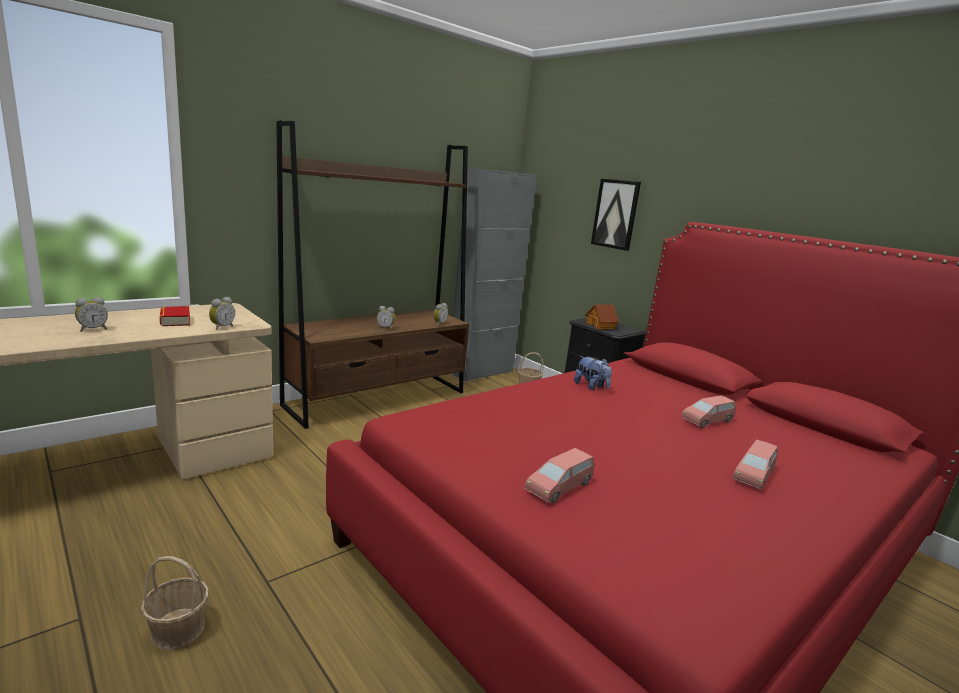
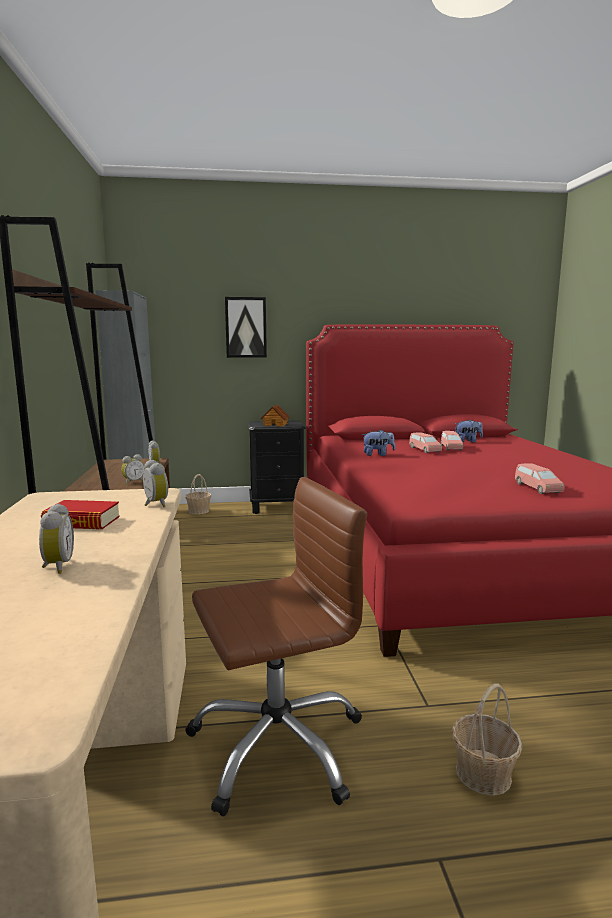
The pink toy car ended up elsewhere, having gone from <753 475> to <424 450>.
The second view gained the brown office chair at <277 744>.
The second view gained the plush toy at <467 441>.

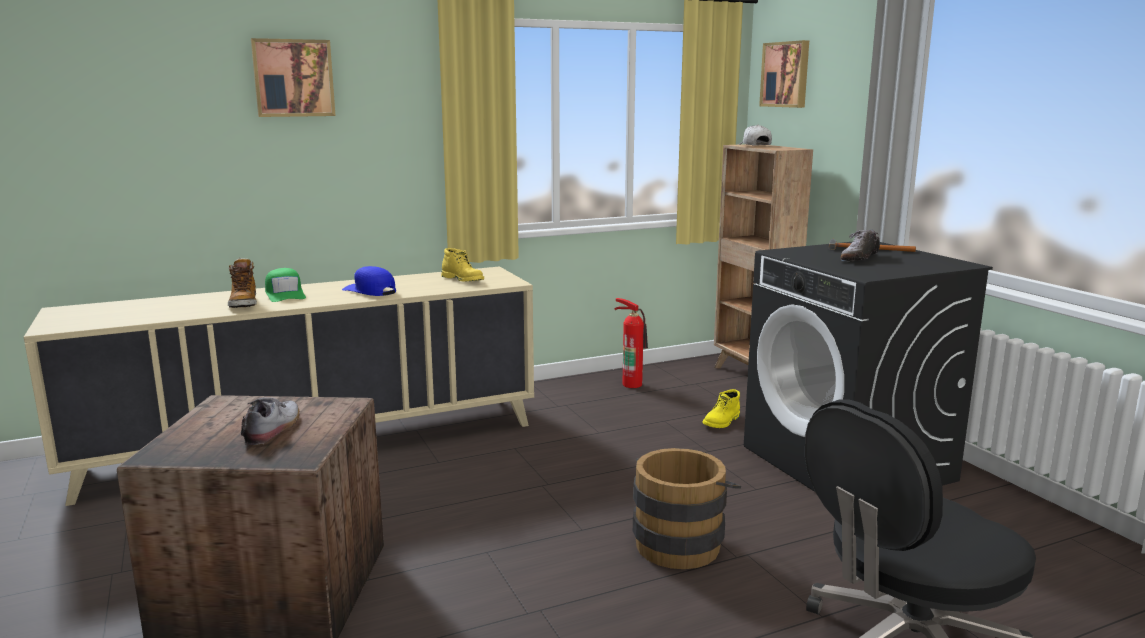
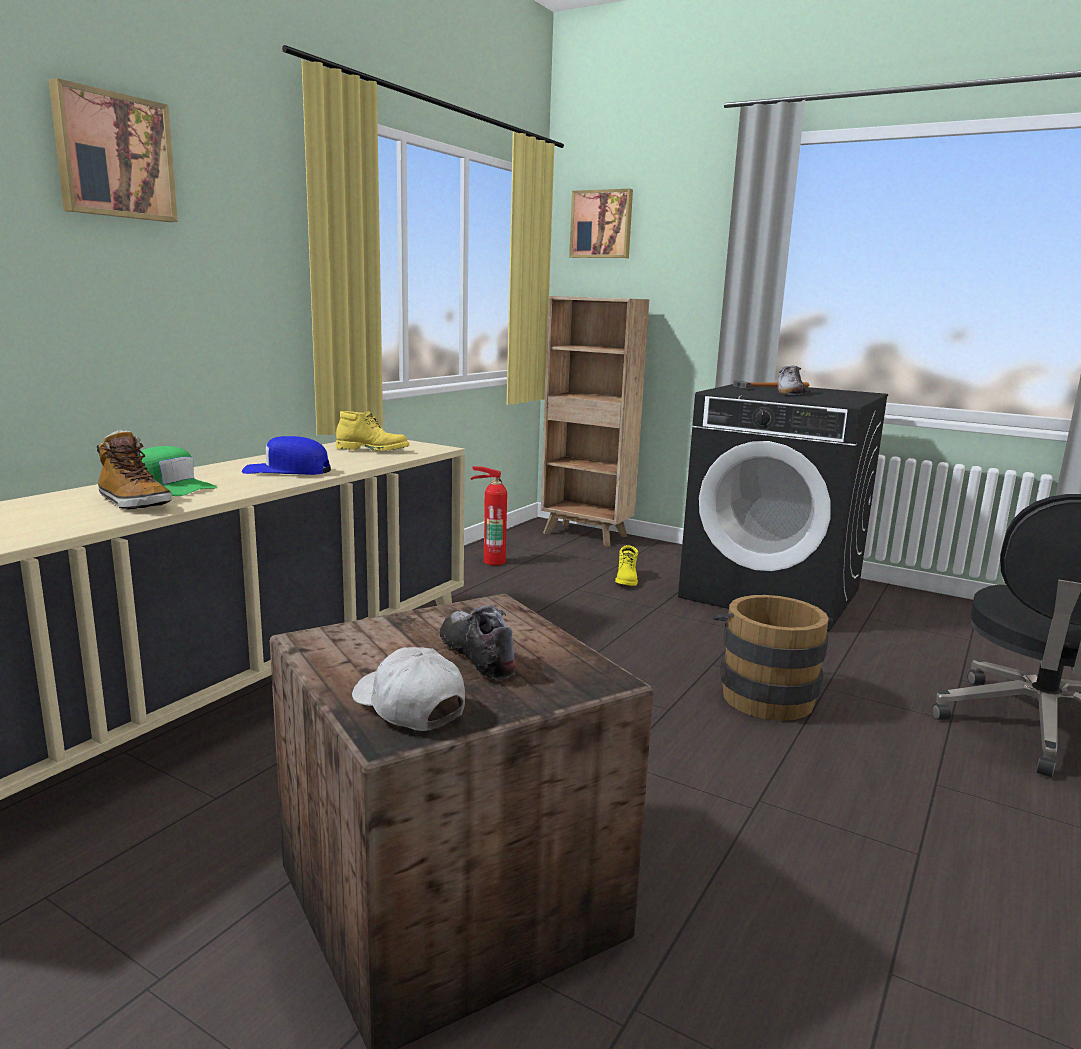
The white cap ended up elsewhere, having gone from <754 146> to <409 706>.

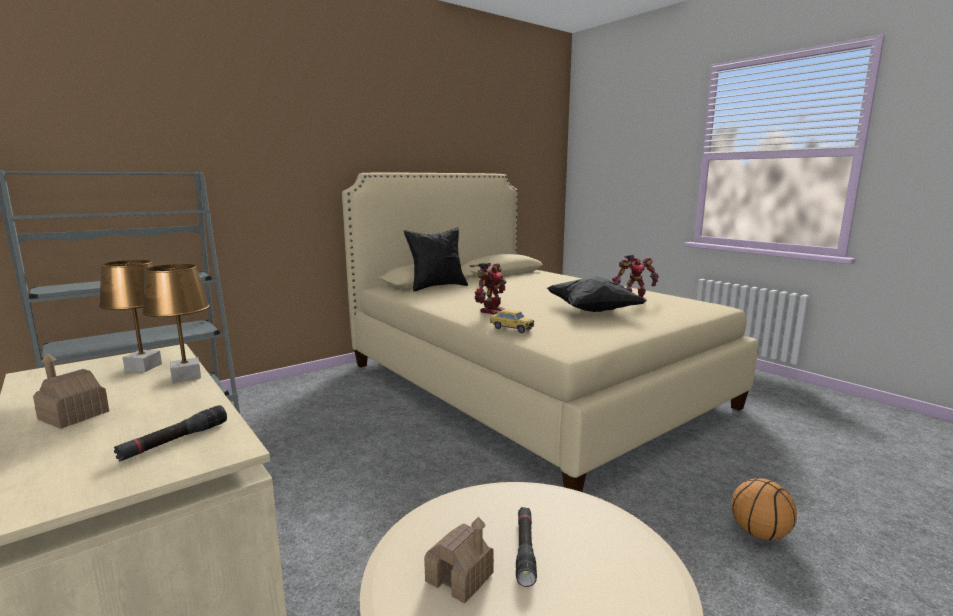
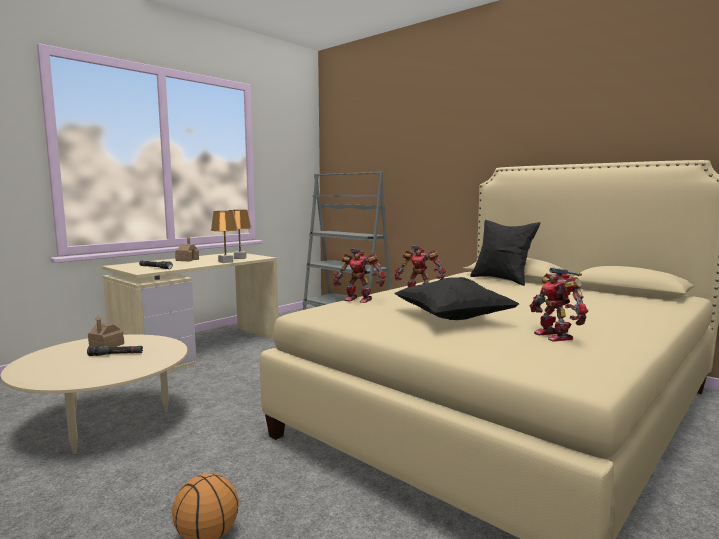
Where the toy car stood at <511 329>, the toy robot came to stand at <359 299>.

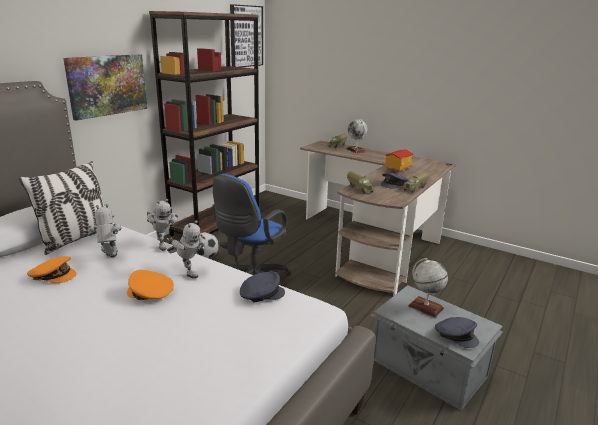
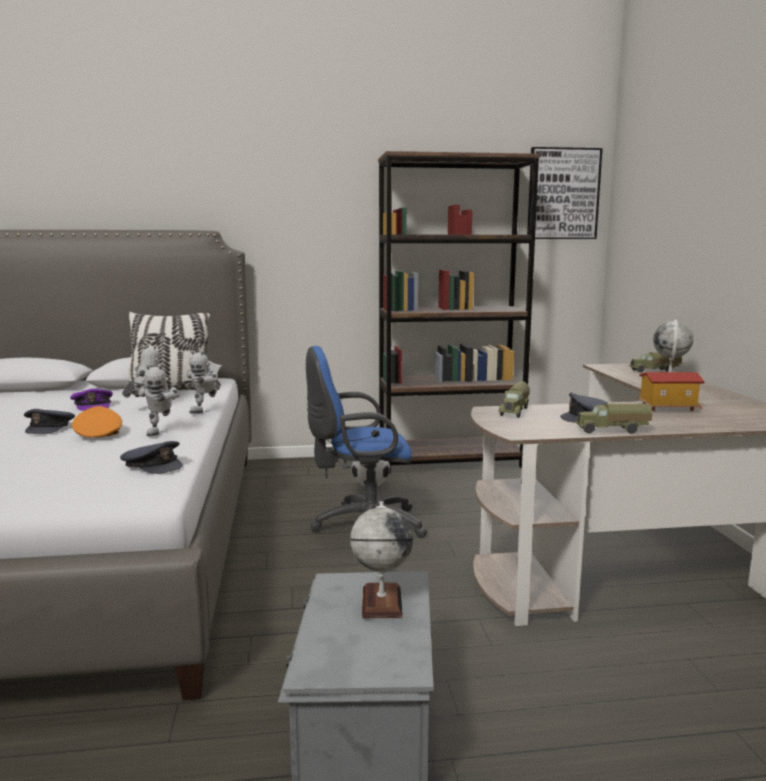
What was the orange cap at <53 275> turned into the purple cap at <93 406>.
The second view lost the picture at <107 85>.
The grey cap ended up elsewhere, having gone from <456 335> to <50 427>.

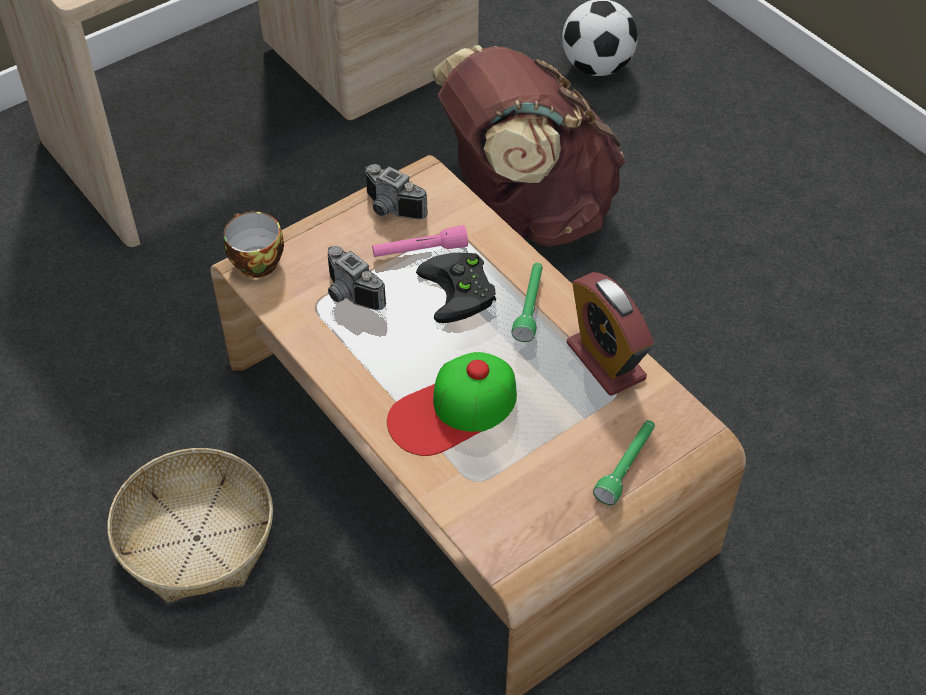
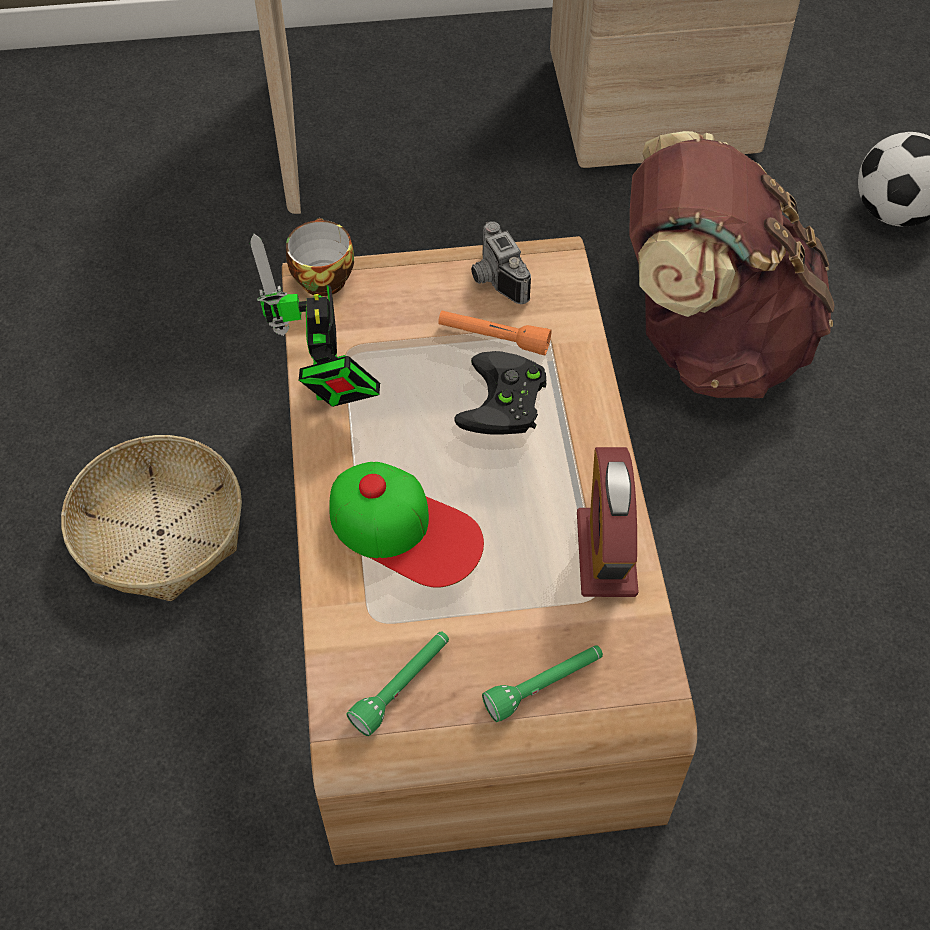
The second view lost the photo camera at <348 295>.
What was the pink flashlight at <420 251> turned into the orange flashlight at <493 338>.
The cap at <453 410> ended up facing another way, 150 degrees counterclockwise from before.
The green flashlight ended up elsewhere, having gone from <530 307> to <402 686>.
The second view gained the toy robot at <327 388>.

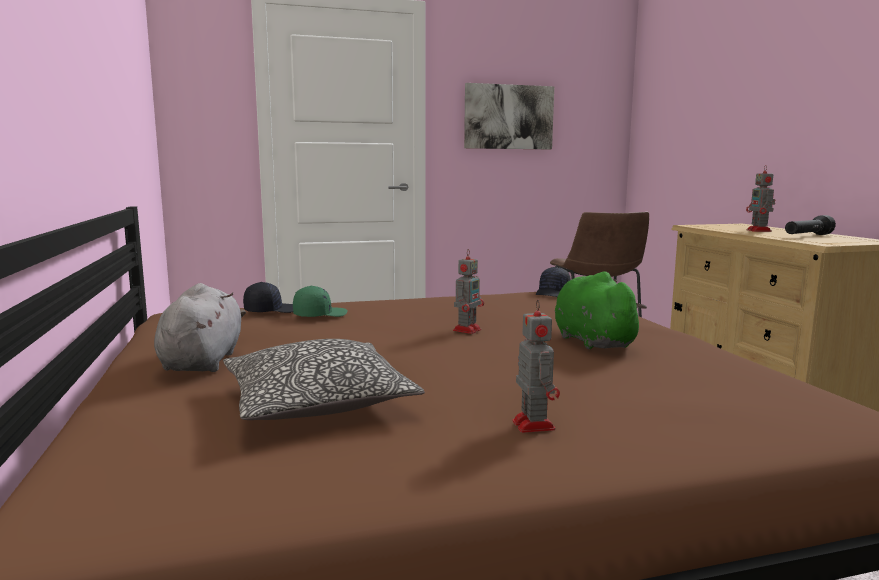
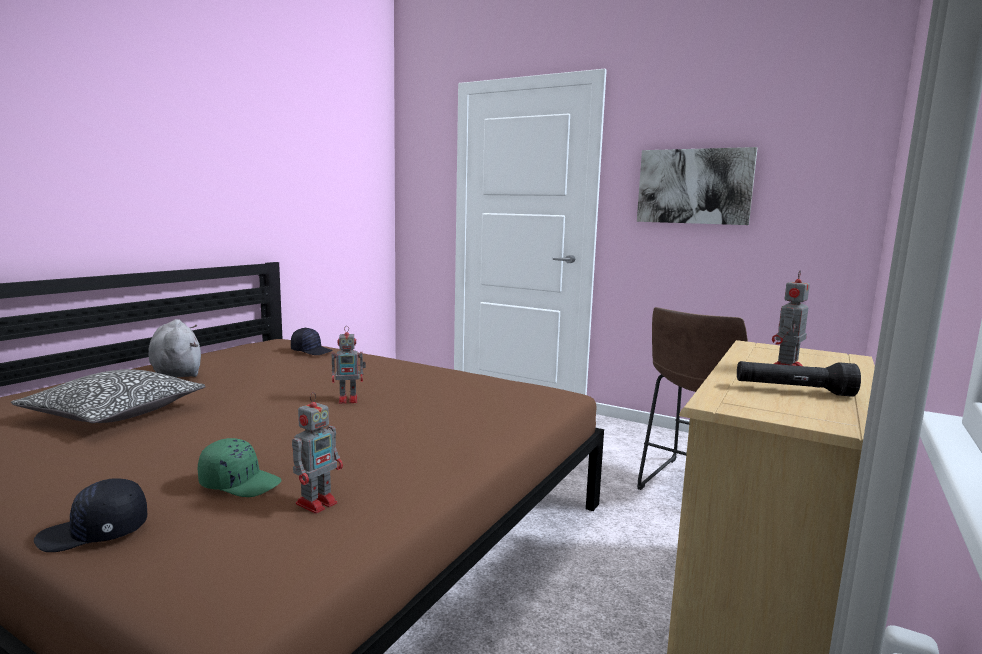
The grey plush toy at <203 361> ended up facing another way, 75 degrees counterclockwise from before.
The green cap ended up elsewhere, having gone from <319 315> to <240 483>.
The toy robot ended up elsewhere, having gone from <532 424> to <318 502>.
The black cap ended up elsewhere, having gone from <553 293> to <94 533>.
The second view lost the green plush toy at <591 341>.

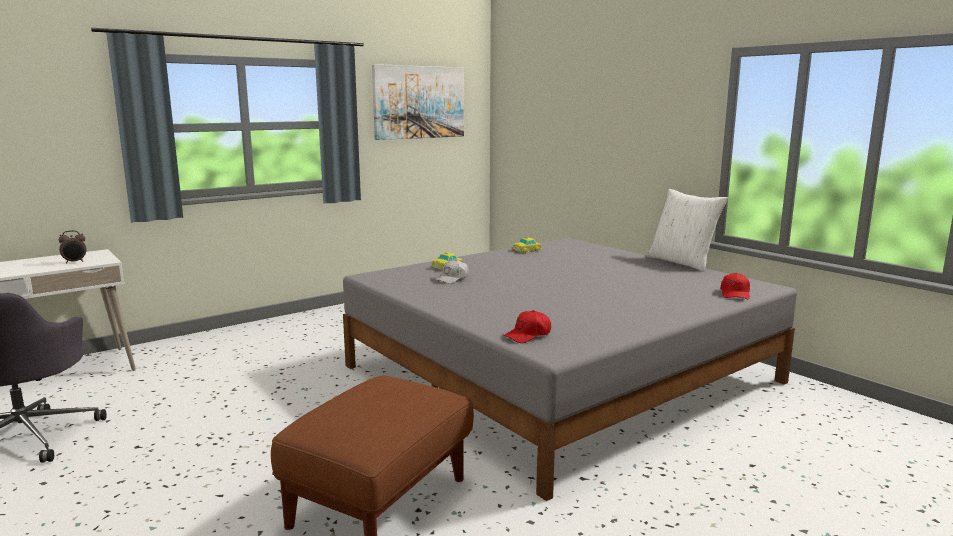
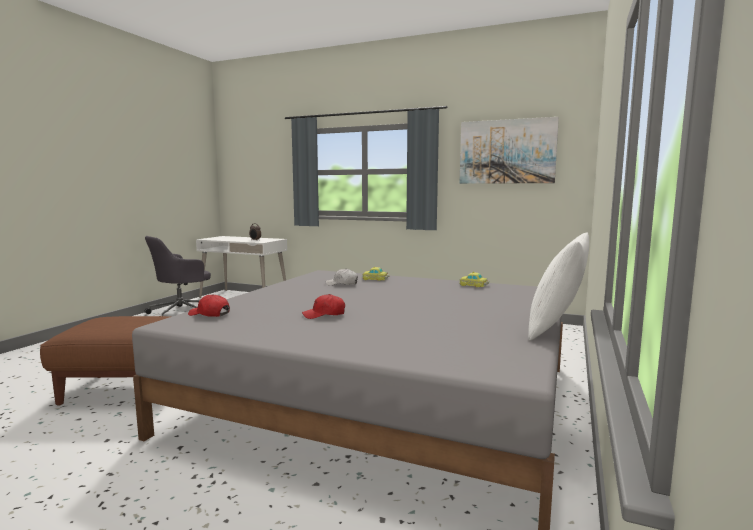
The red cap ended up elsewhere, having gone from <735 294> to <324 315>.

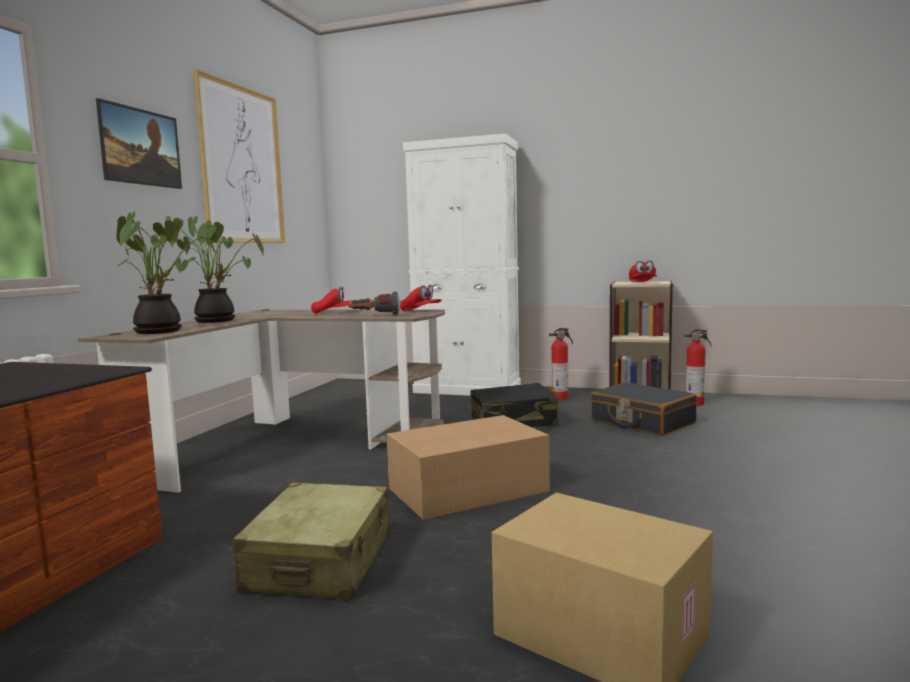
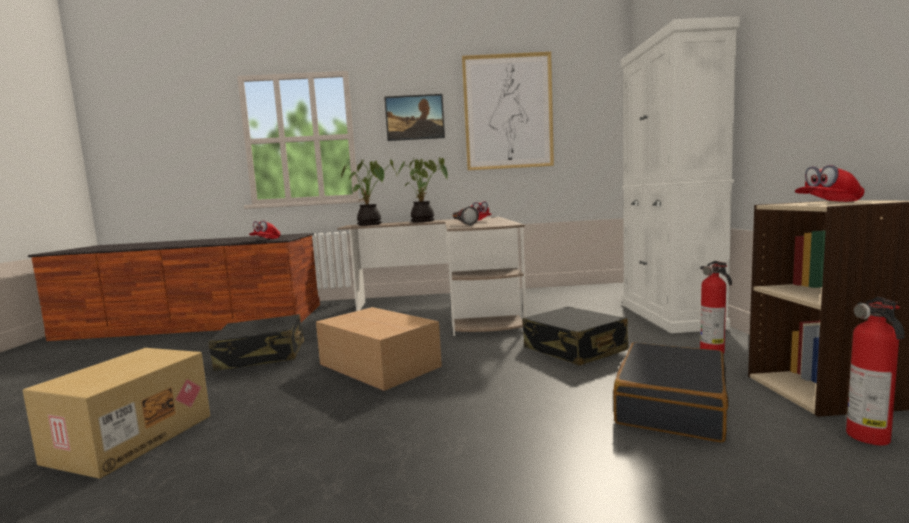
What was the beige suitcase at <320 562> turned into the black suitcase at <262 356>.
The red cap ended up elsewhere, having gone from <420 311> to <265 240>.

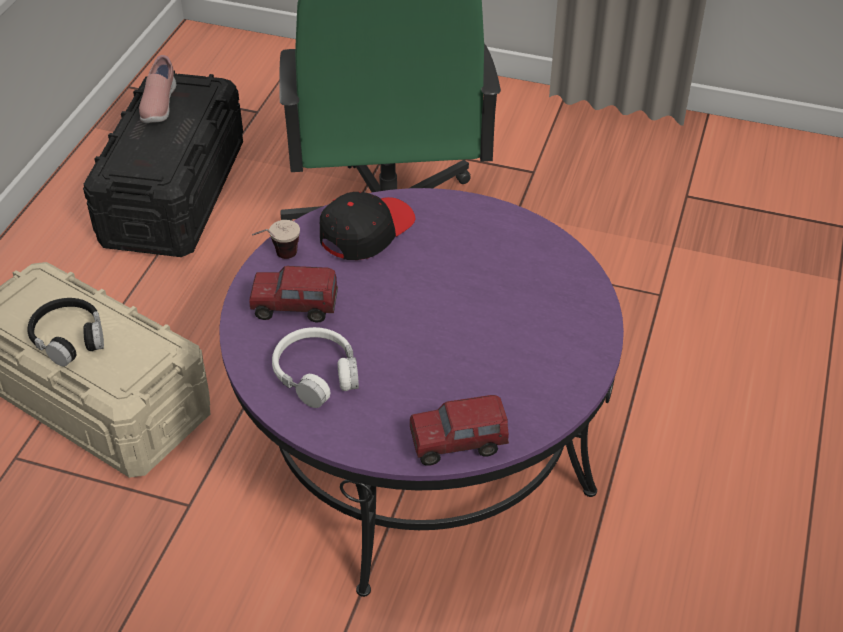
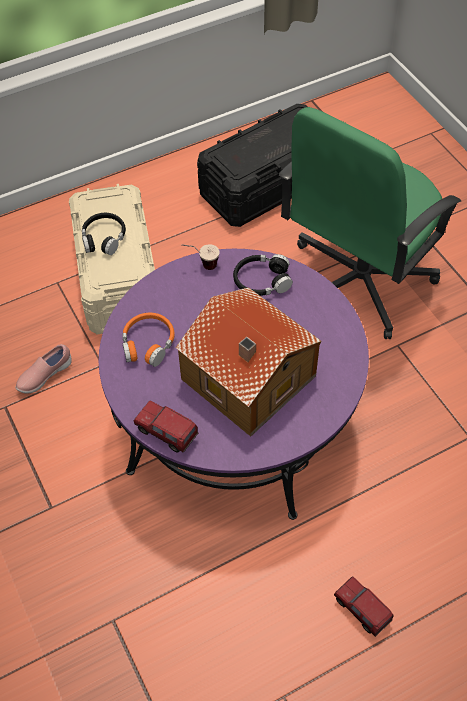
The pink shoe ended up elsewhere, having gone from <158 106> to <44 375>.
The toy truck ended up elsewhere, having gone from <295 309> to <361 611>.
What was the white headphones at <317 374> turned into the orange headphones at <148 344>.
Where the black cap stood at <366 231>, the black headphones came to stand at <262 281>.
The second view gained the toy house at <248 380>.

